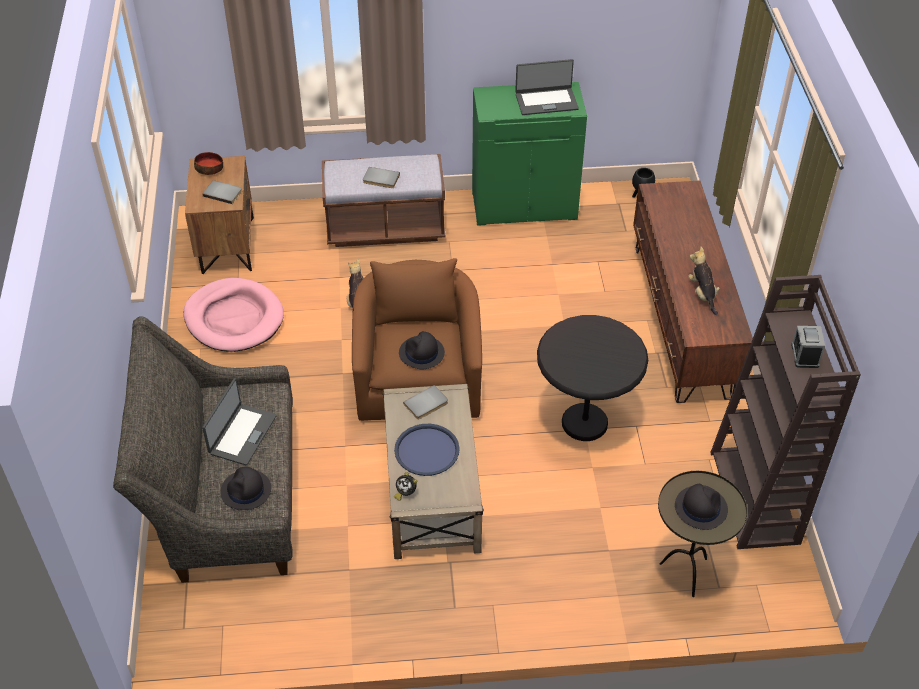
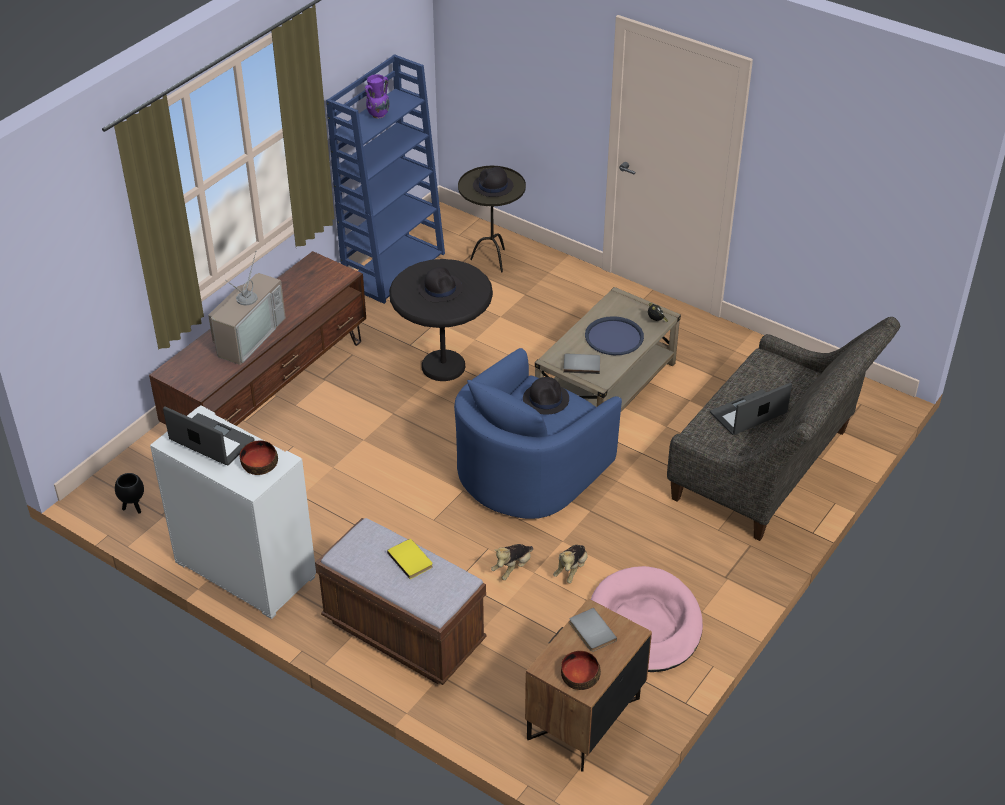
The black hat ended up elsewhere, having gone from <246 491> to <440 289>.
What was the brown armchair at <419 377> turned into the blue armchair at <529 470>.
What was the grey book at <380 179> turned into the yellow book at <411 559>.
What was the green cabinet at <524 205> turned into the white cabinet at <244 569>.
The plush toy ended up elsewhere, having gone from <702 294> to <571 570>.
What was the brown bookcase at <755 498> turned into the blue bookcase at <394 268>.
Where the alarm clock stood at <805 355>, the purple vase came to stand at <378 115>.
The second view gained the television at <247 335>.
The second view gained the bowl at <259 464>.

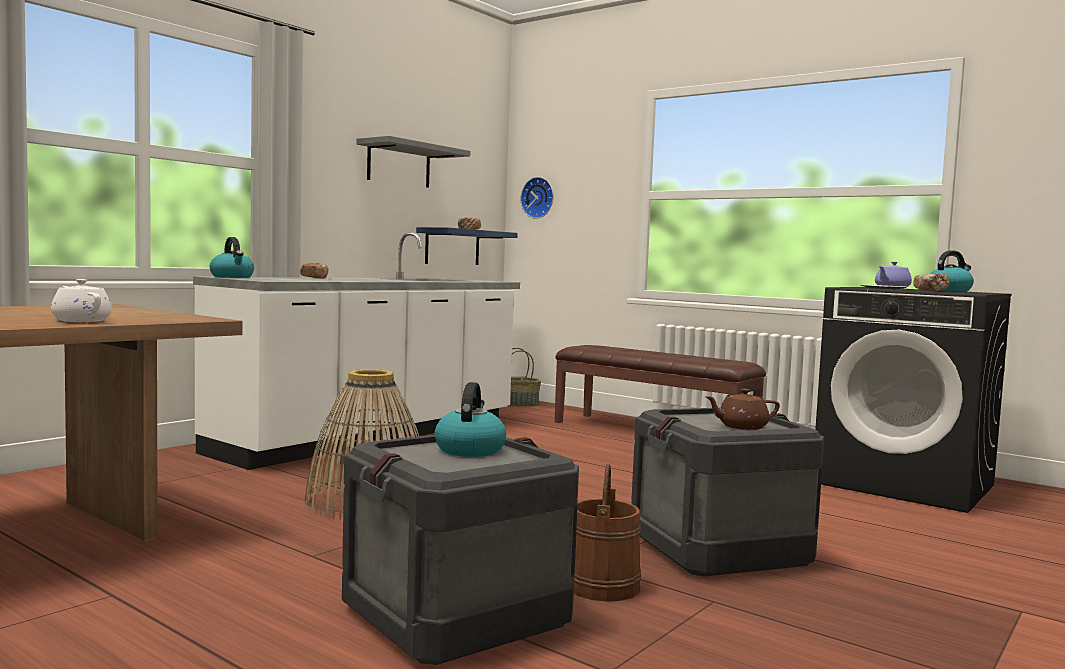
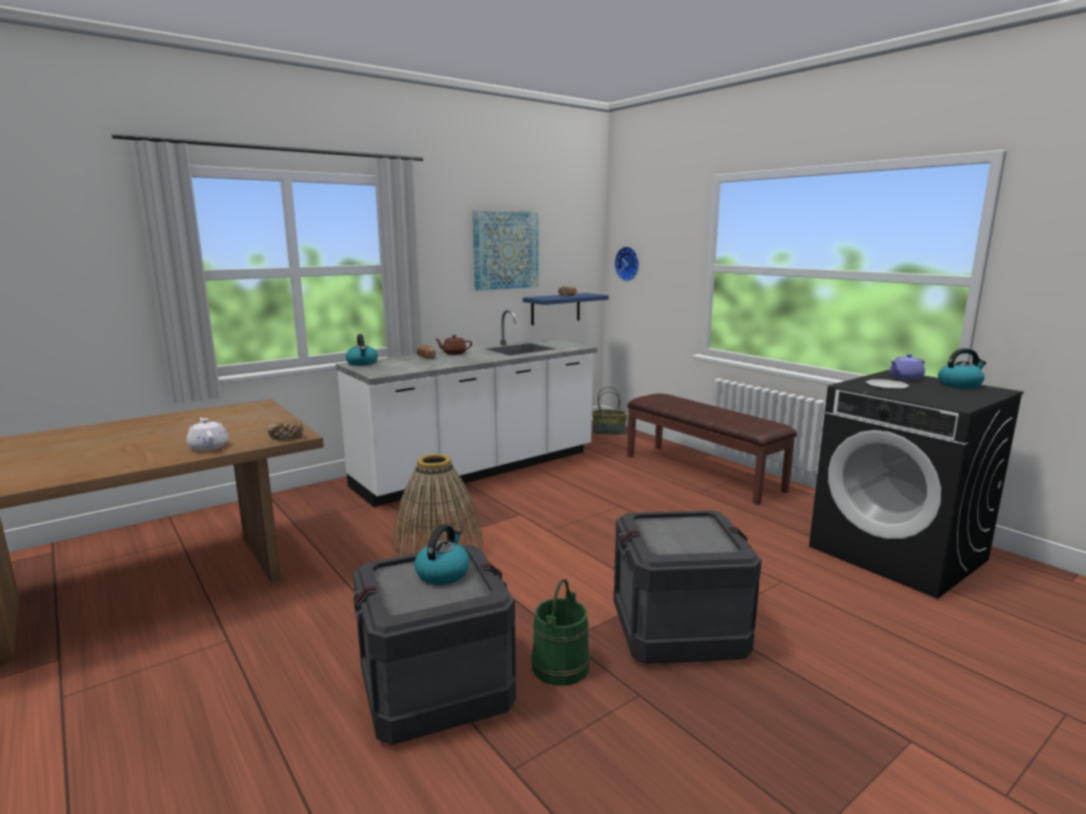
Where the grey shelf hung at <399 165>, the picture came to hang at <505 250>.
What was the brown bucket at <603 586> turned into the green bucket at <561 666>.
The brown teapot ended up elsewhere, having gone from <741 427> to <454 353>.
The bread ended up elsewhere, having gone from <932 290> to <286 438>.

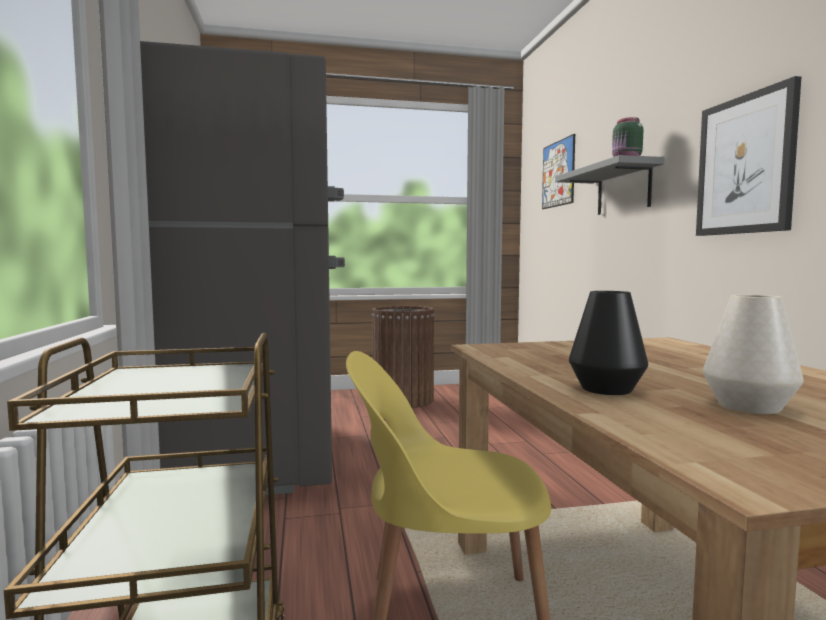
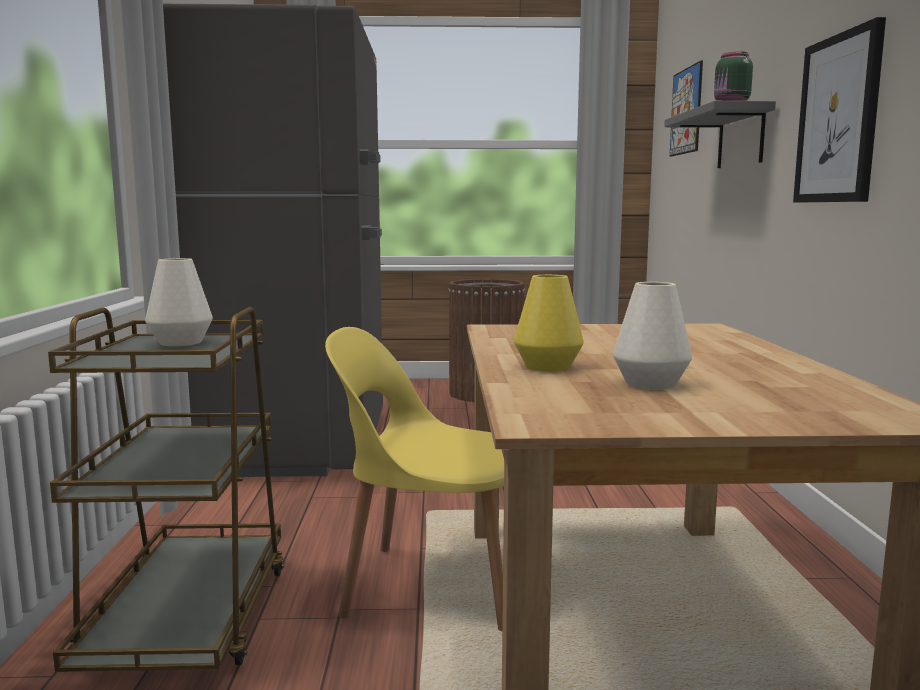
What was the black vase at <606 389> turned into the yellow vase at <547 367>.
The second view gained the white vase at <181 342>.

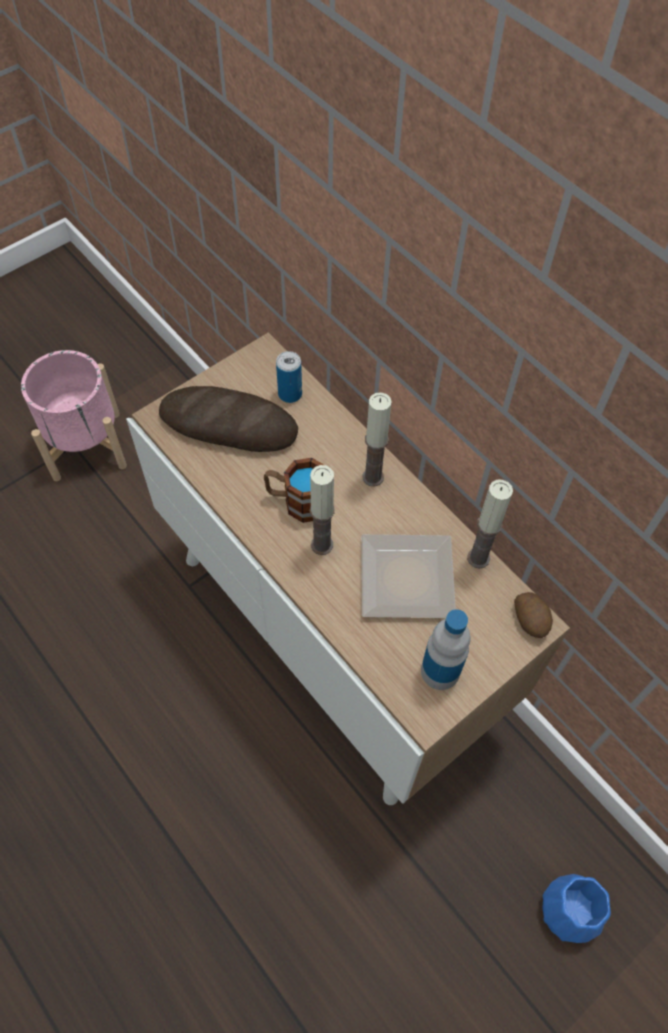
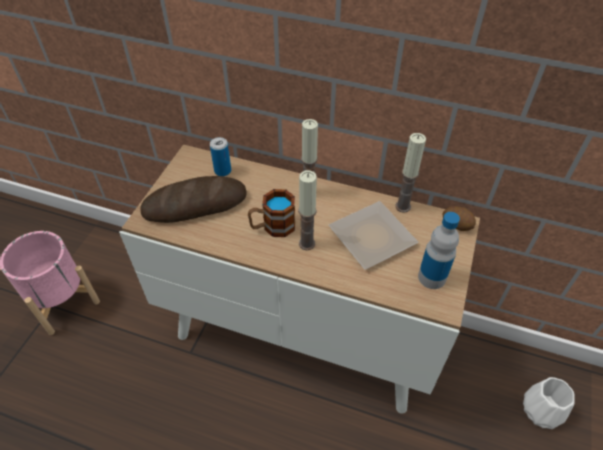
What was the blue vase at <569 913> turned into the white vase at <542 411>.

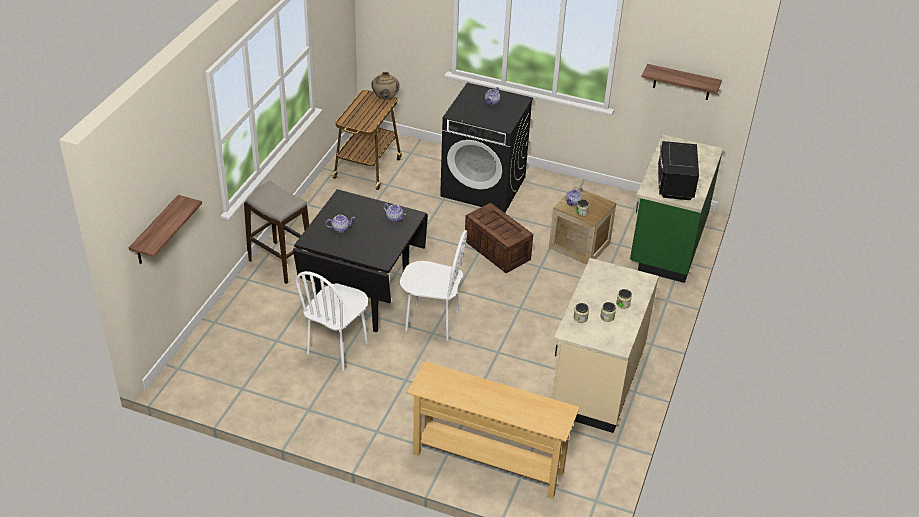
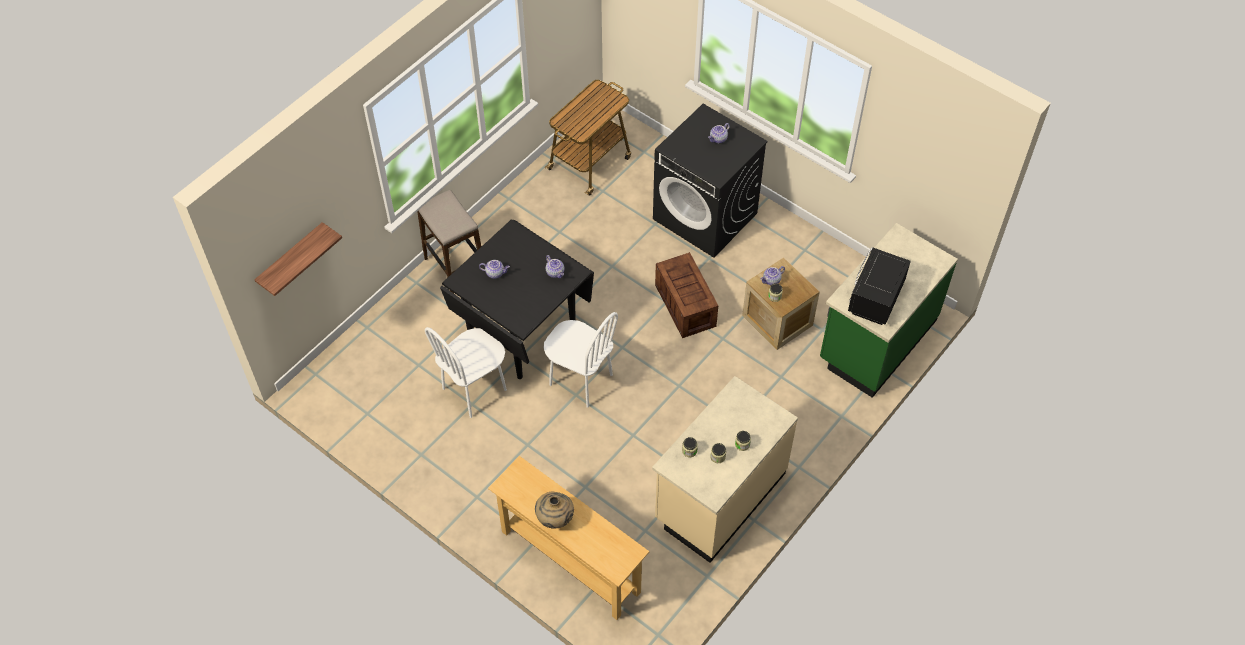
The beige vase ended up elsewhere, having gone from <385 98> to <555 519>.
The second view lost the shelf at <682 82>.

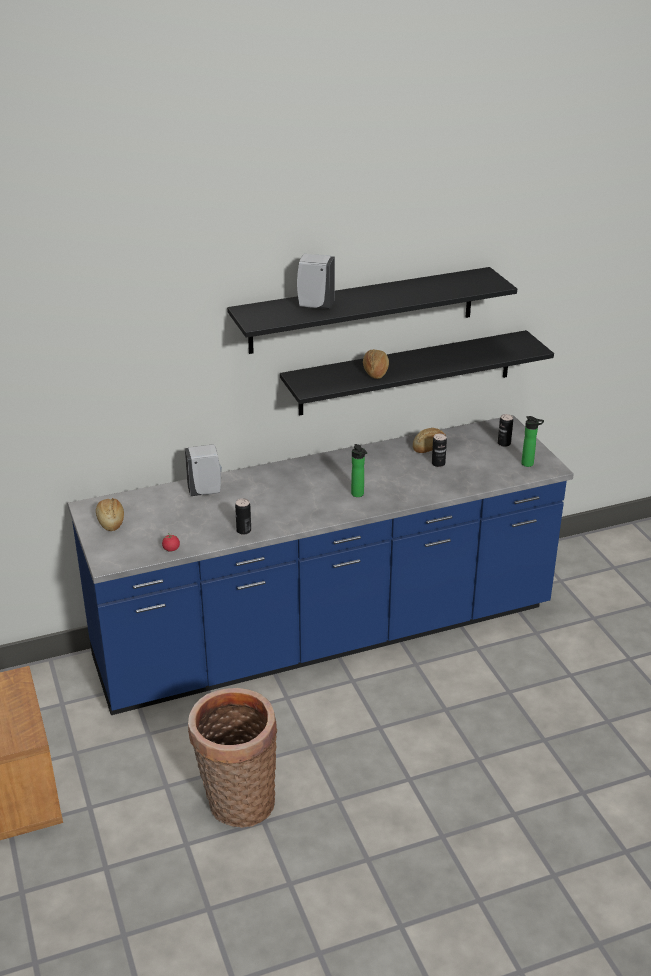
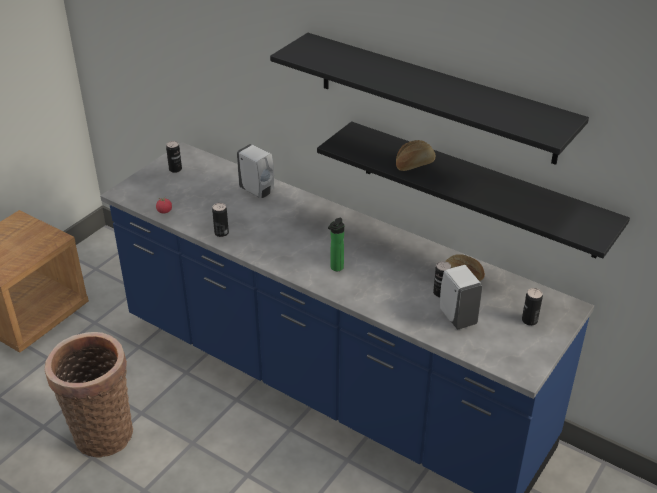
Where the bread stood at <110 521>, the can came to stand at <175 169>.
The white soap dispenser ended up elsewhere, having gone from <314 306> to <457 316>.
The second view lost the bottle at <529 464>.

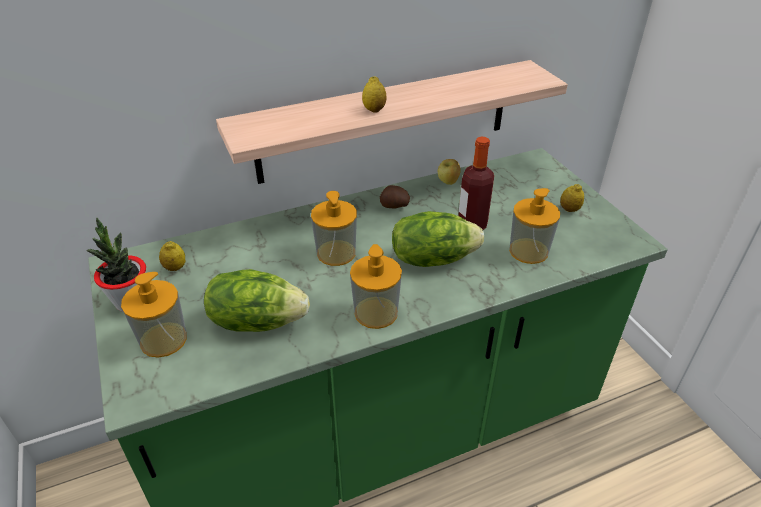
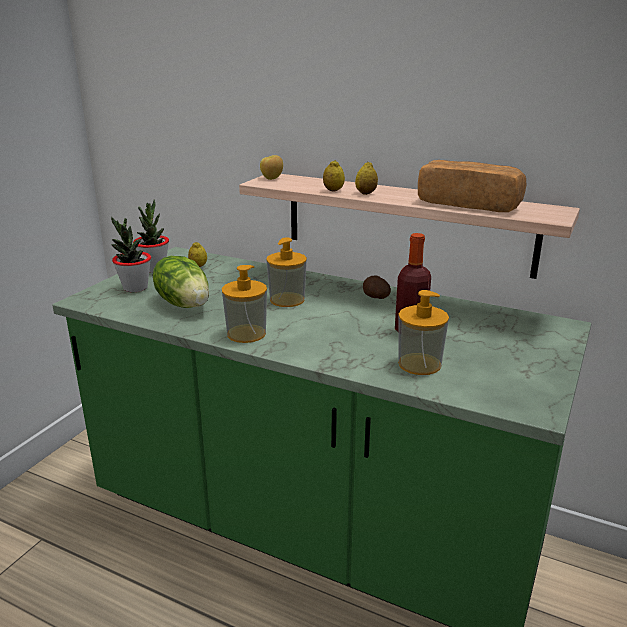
Where the soap dispenser stood at <163 340>, the potted plant came to stand at <135 288>.
The second view lost the lettuce at <432 258>.
The apple ended up elsewhere, having gone from <448 182> to <271 179>.
The lemon ended up elsewhere, having gone from <569 209> to <333 190>.
The second view gained the bread at <468 204>.

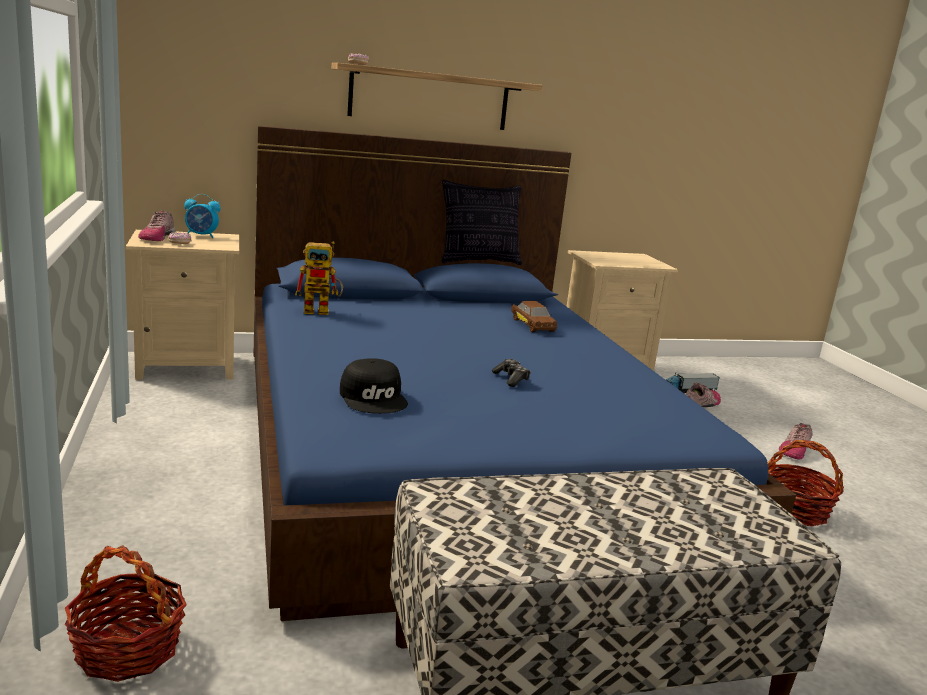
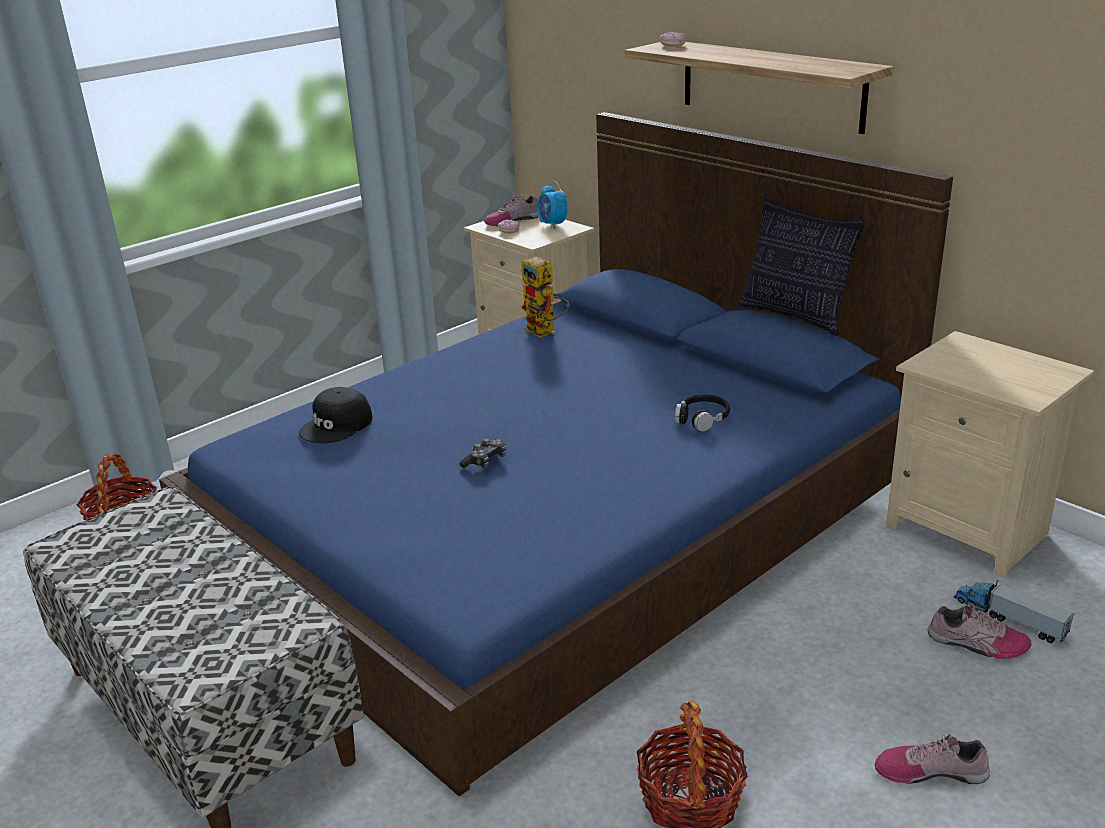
Where the brown toy car stood at <532 325>, the black headphones came to stand at <702 419>.

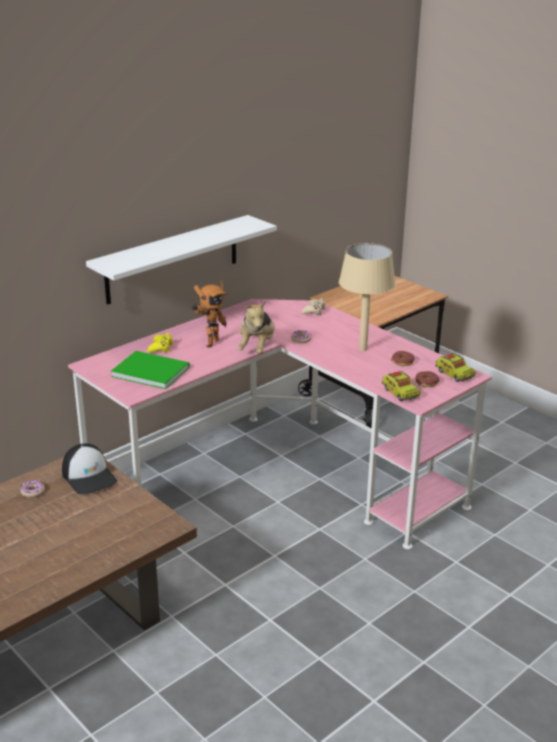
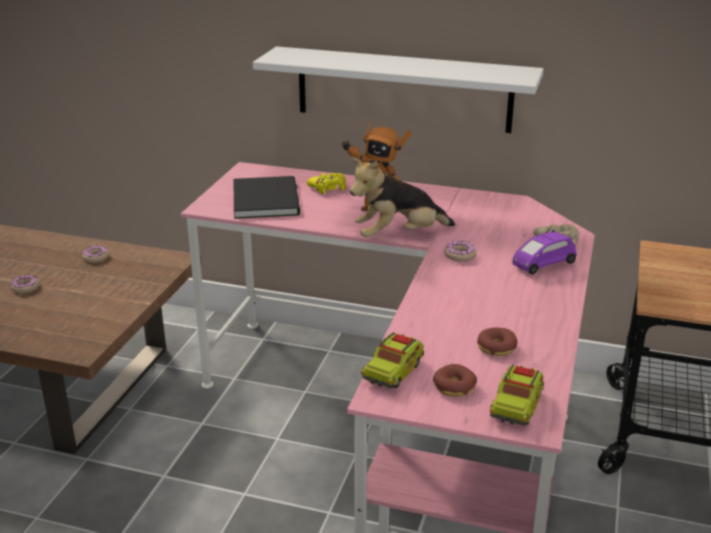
The second view lost the cap at <89 476>.
What was the green book at <149 370> turned into the black book at <268 199>.
The second view lost the beige table lamp at <362 349>.
The second view gained the donut at <26 288>.
The second view gained the purple toy car at <542 265>.

